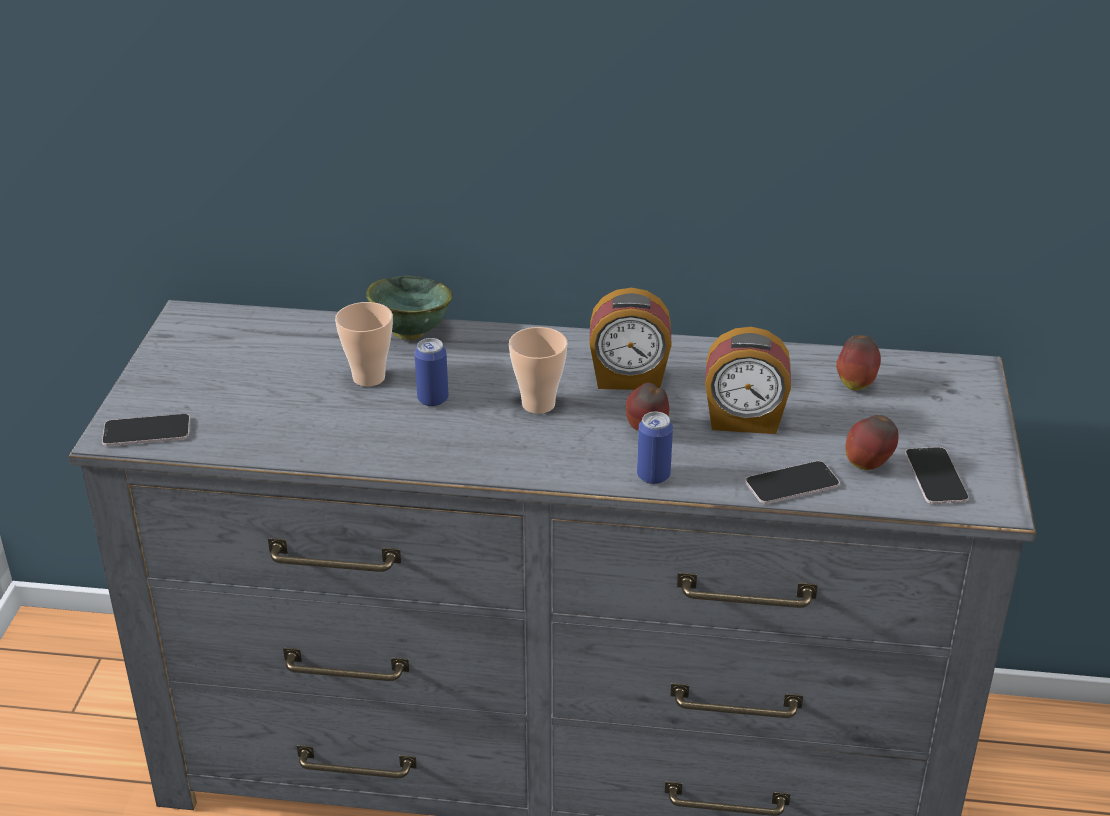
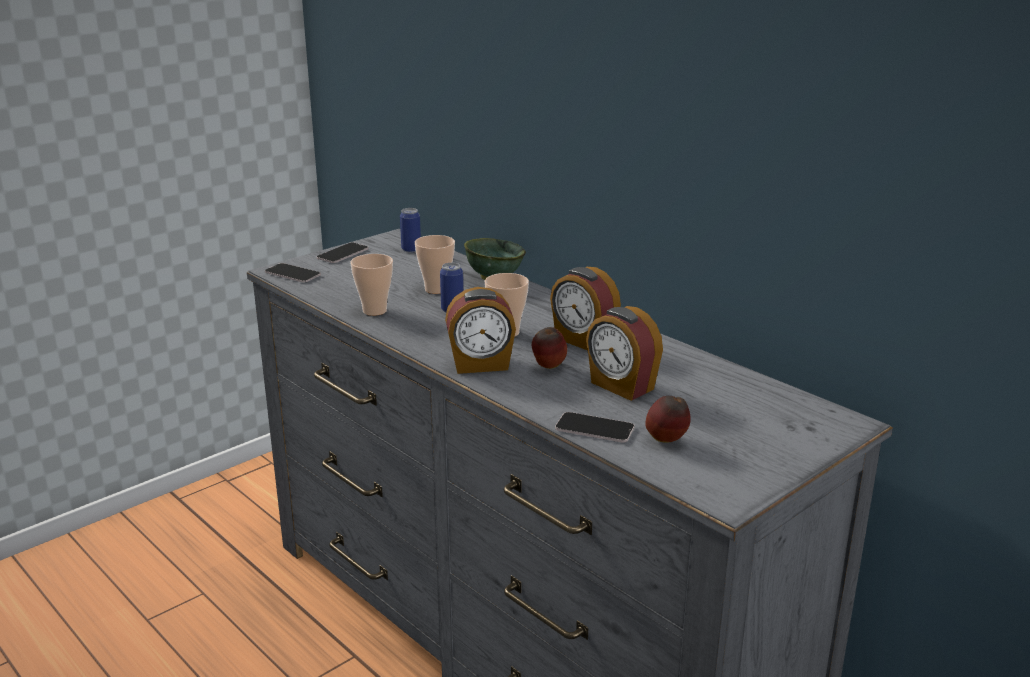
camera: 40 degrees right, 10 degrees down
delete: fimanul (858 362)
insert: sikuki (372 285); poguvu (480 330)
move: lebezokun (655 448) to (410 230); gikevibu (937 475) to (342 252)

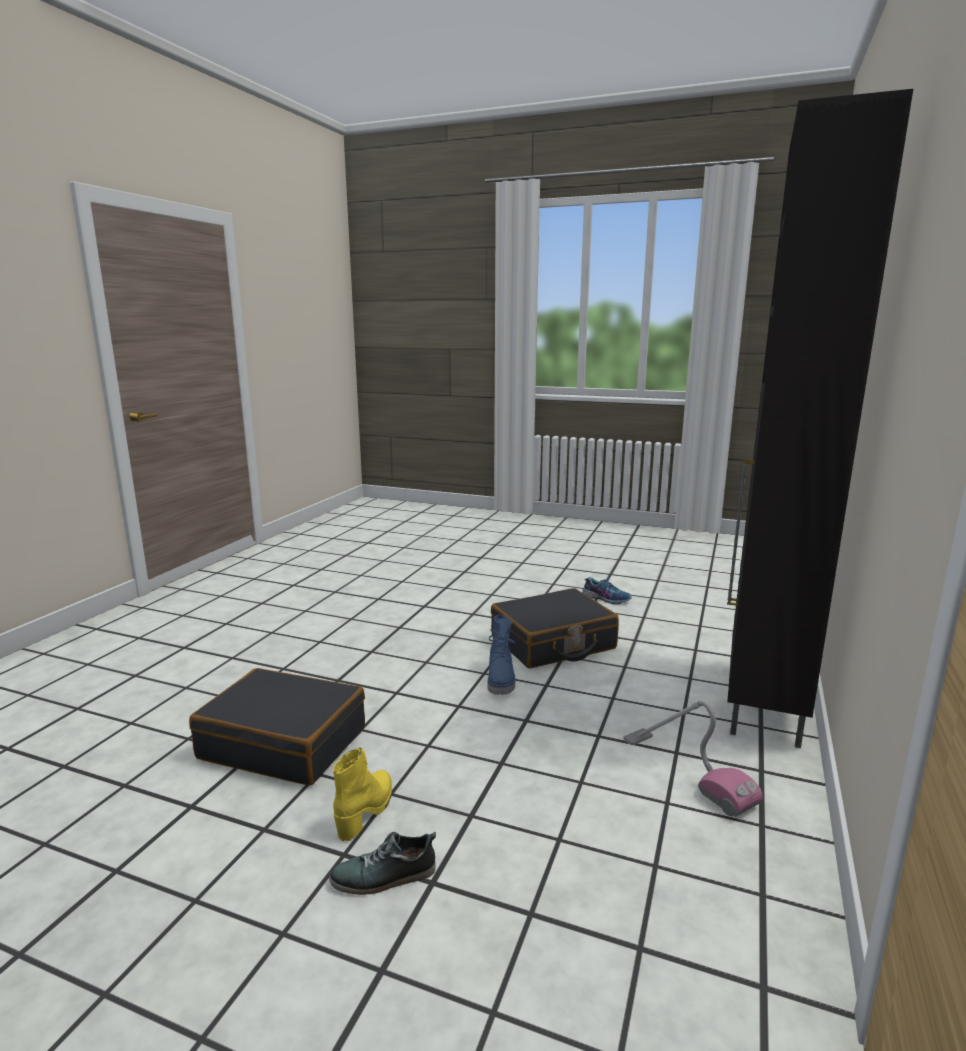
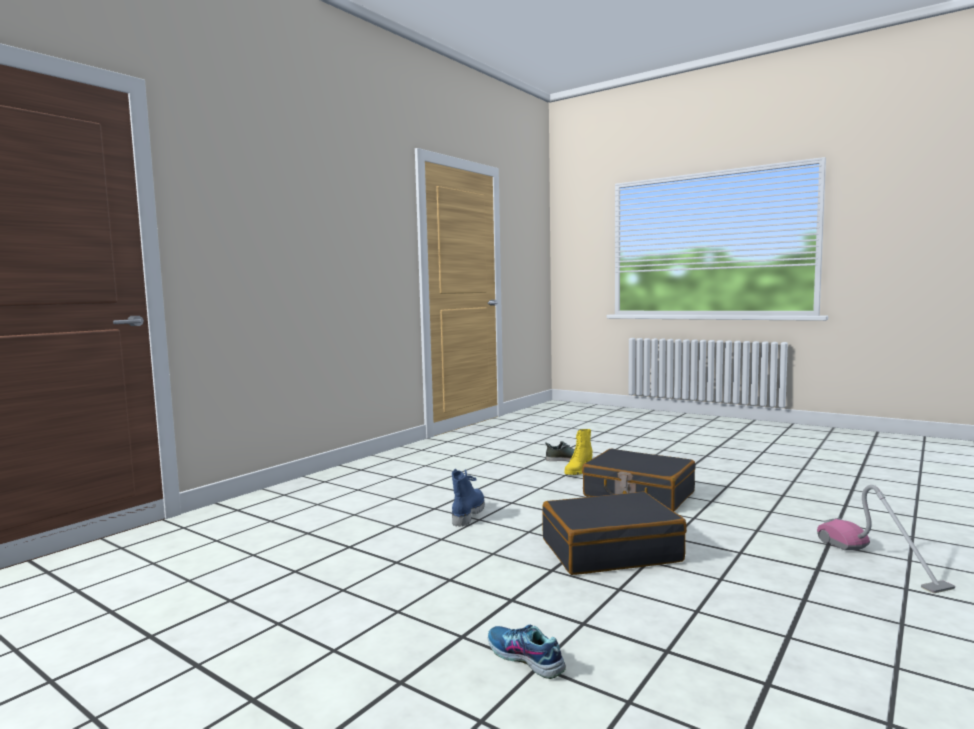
camera: 165 degrees left, 10 degrees down
delete: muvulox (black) (820 418)
move: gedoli (607 590) to (527 652); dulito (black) (555 628) to (614 533); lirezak (693 758) to (886 539)

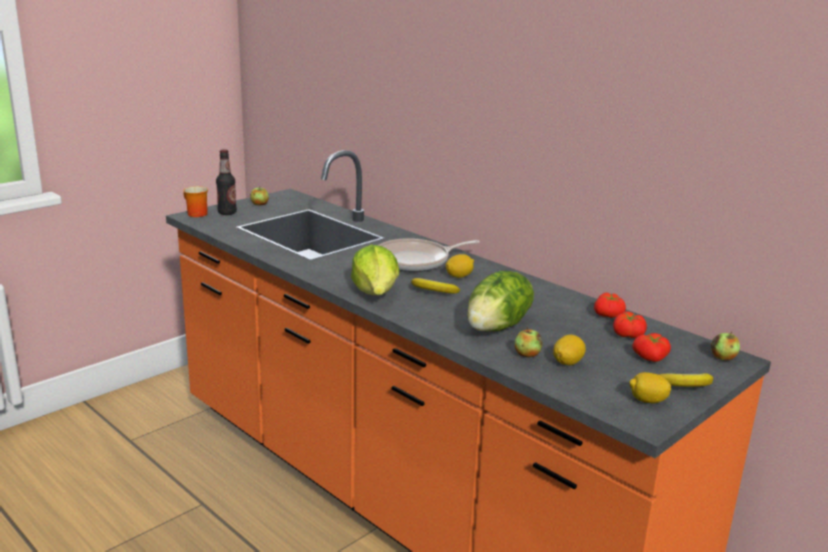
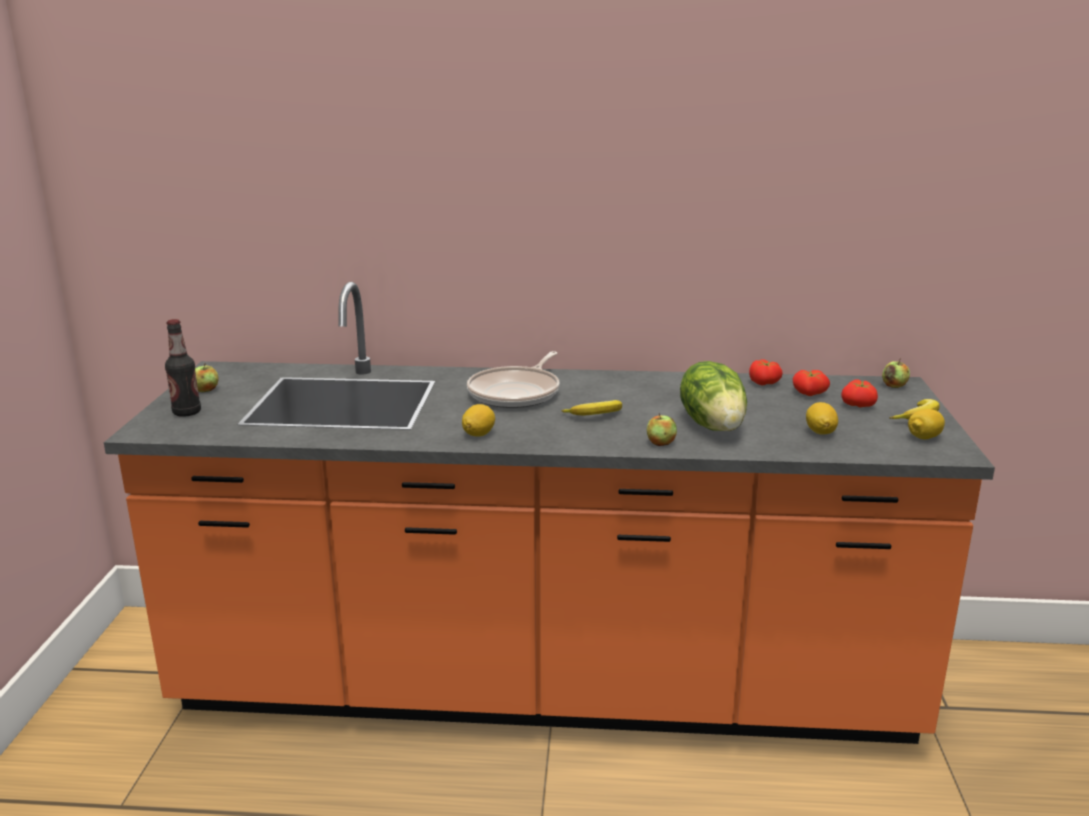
camera: 40 degrees left, 0 degrees up
delete: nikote (195 201); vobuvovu (375 269)
move: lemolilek (460 266) to (478 420); fimanul (529 342) to (662 429)

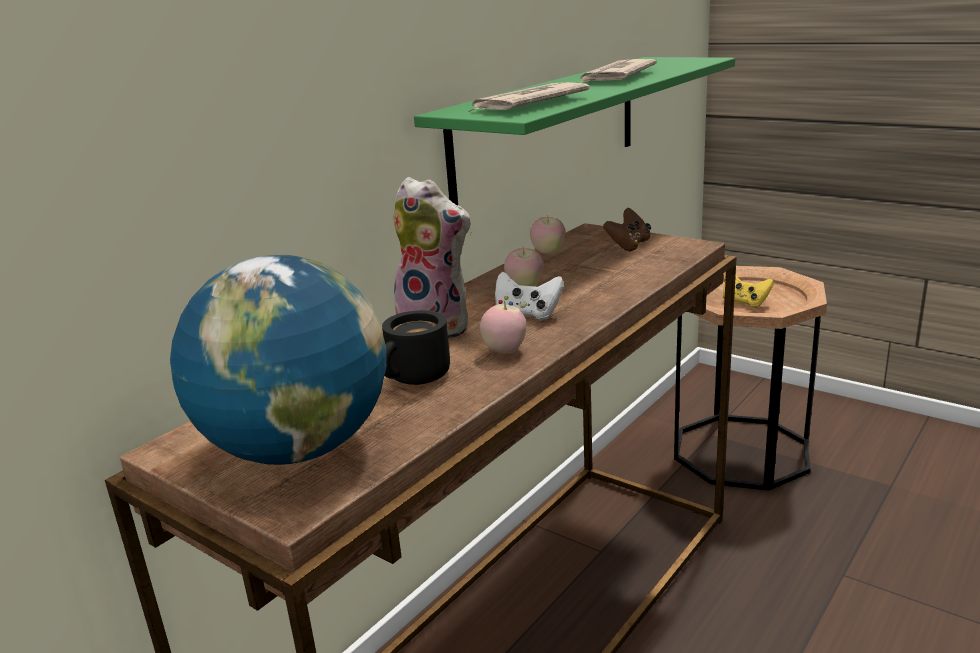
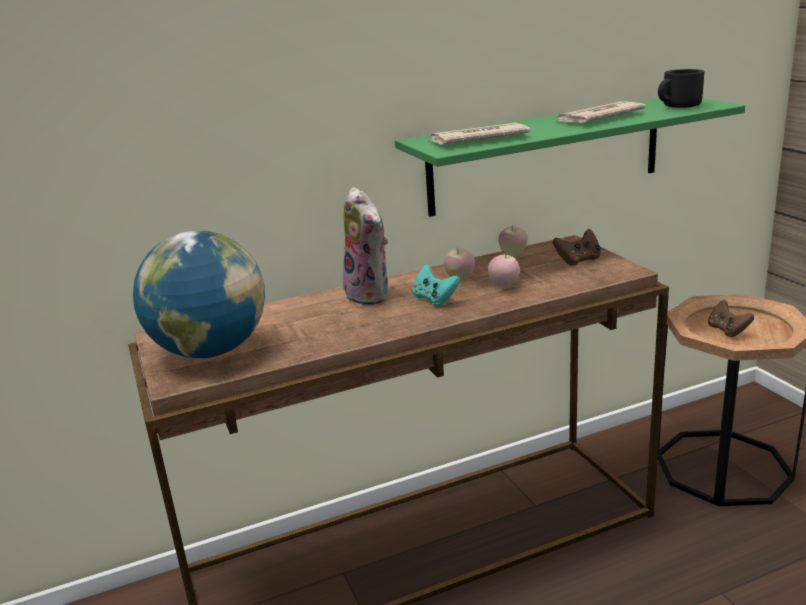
camera: 30 degrees right, 0 degrees up
move: fimanul (503 327) to (504 270); nikote (black) (416 347) to (681 88)
recolor: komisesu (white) (529 296) to komisesu (turquoise) (436 285); komisesu (yellow) (748 291) to komisesu (brown) (731 318)

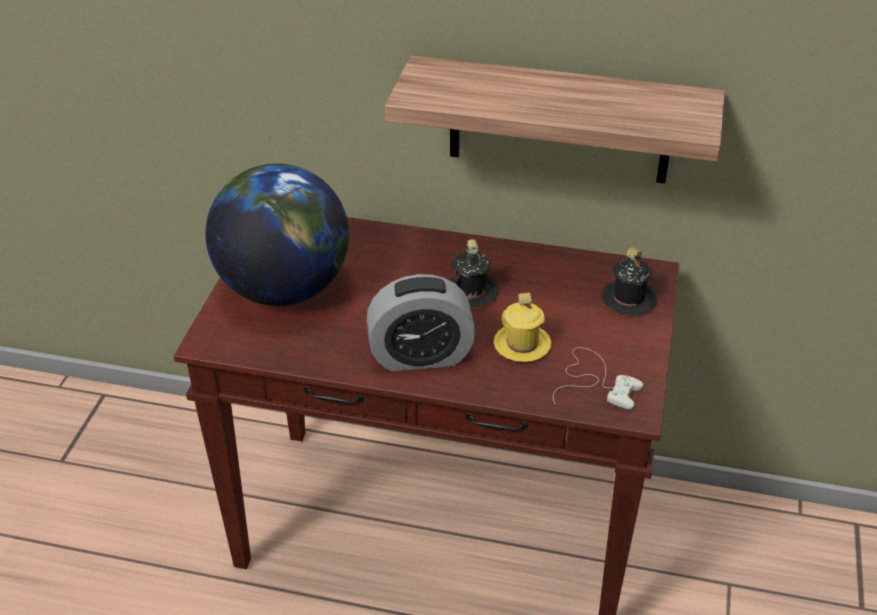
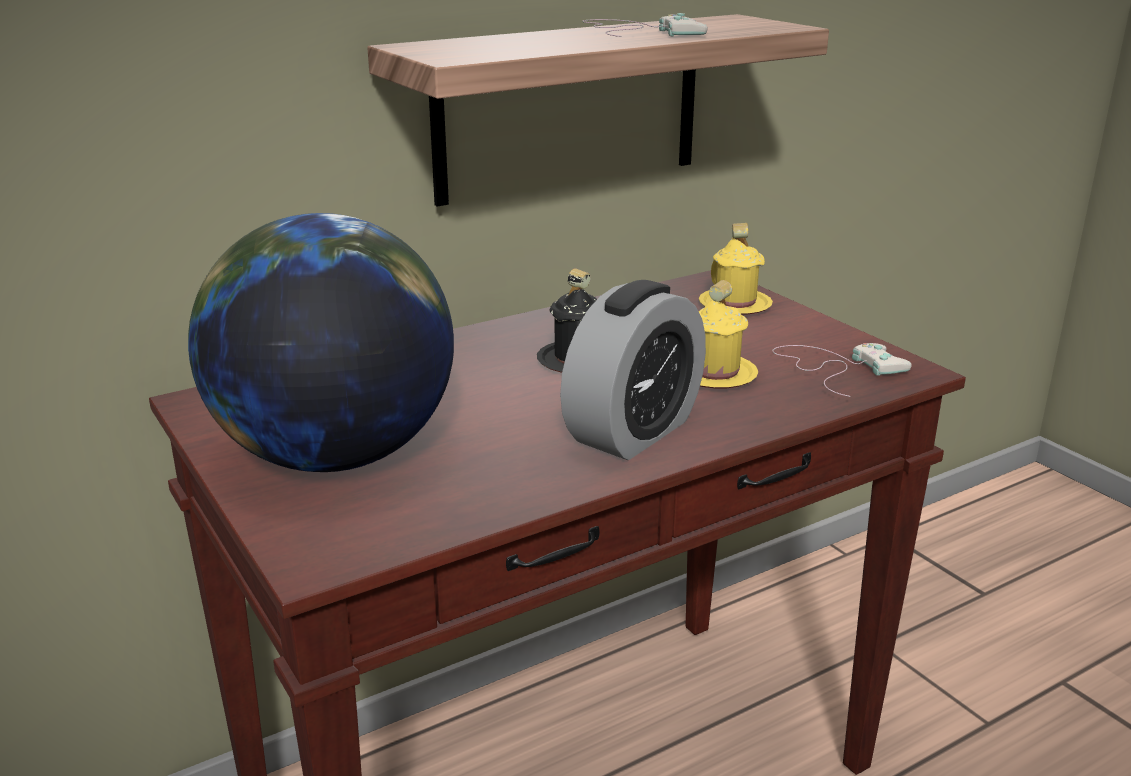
camera: 45 degrees left, 15 degrees down
insert: komisesu (white) (645 25)
recolor: nikote (black) (629 281) to nikote (yellow) (736 269)

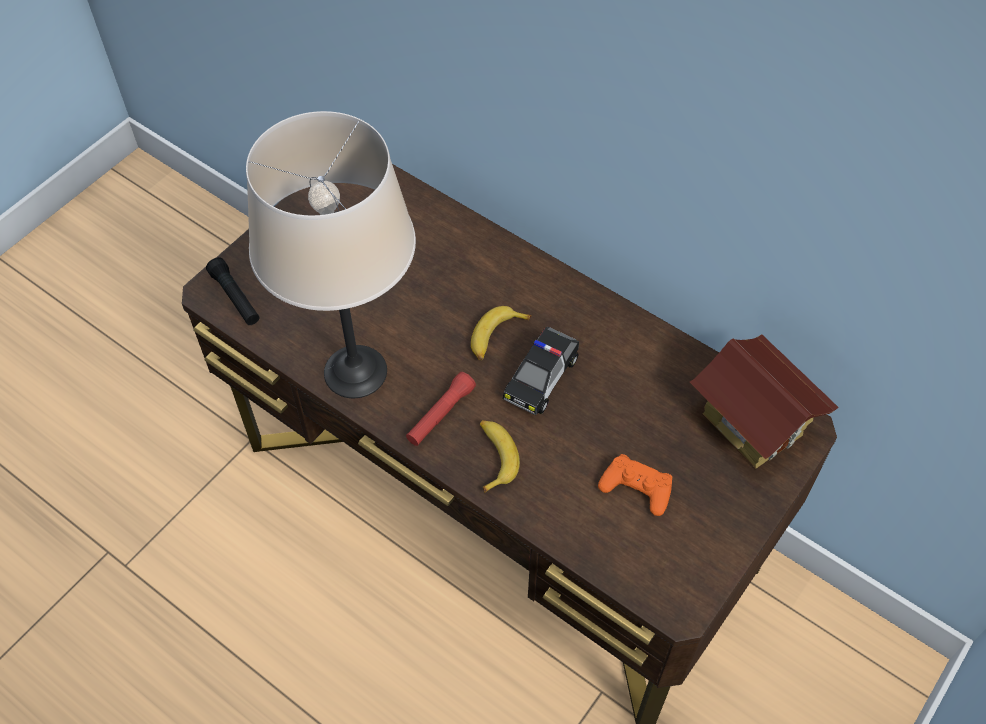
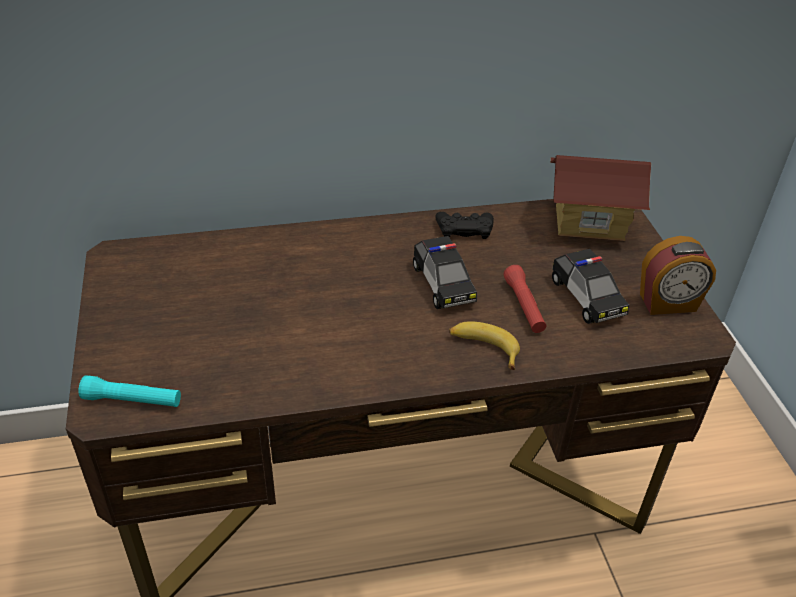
camera: 50 degrees left, 15 degrees down
delete: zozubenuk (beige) (331 254); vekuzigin (501 333)
insert: komisesu (black) (465 225); poguvu (678 275)
move: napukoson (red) (441 409) to (524 299)
replace: komisesu (orange) (635 485) to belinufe (590 286)
recolor: napukoson (black) (233 291) to napukoson (turquoise) (130 391)

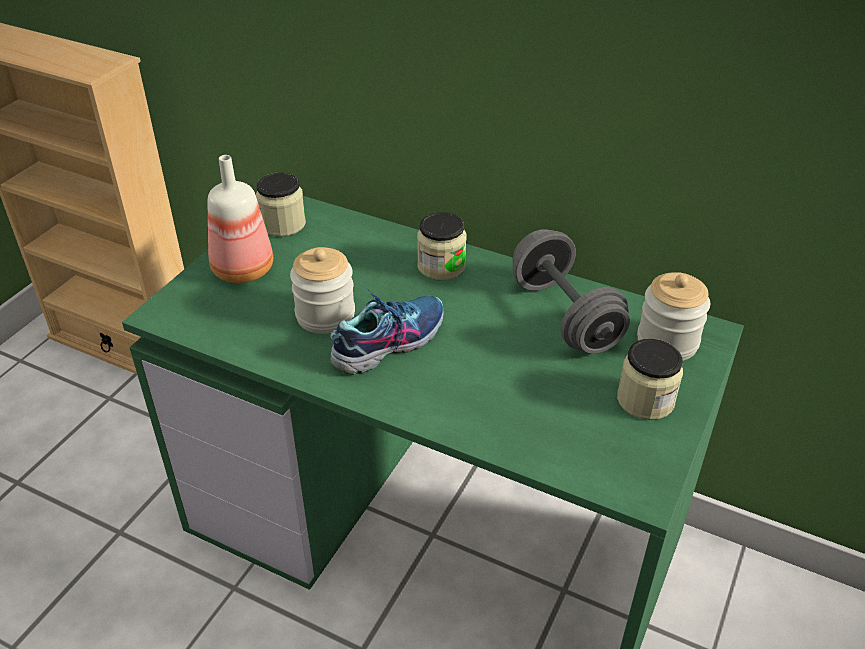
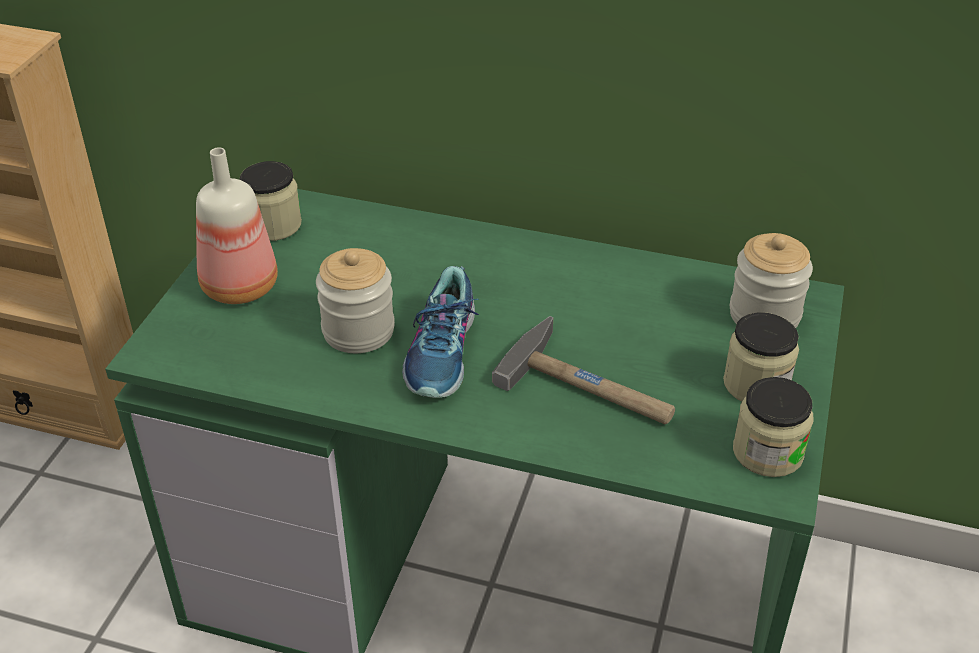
camera: 10 degrees left, 0 degrees up
delete: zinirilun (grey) (571 291)
insert: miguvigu (583 370)
move: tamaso (442 246) to (773 427)
rotate: gedoli (387 330) = (440 332) 150 degrees clockwise

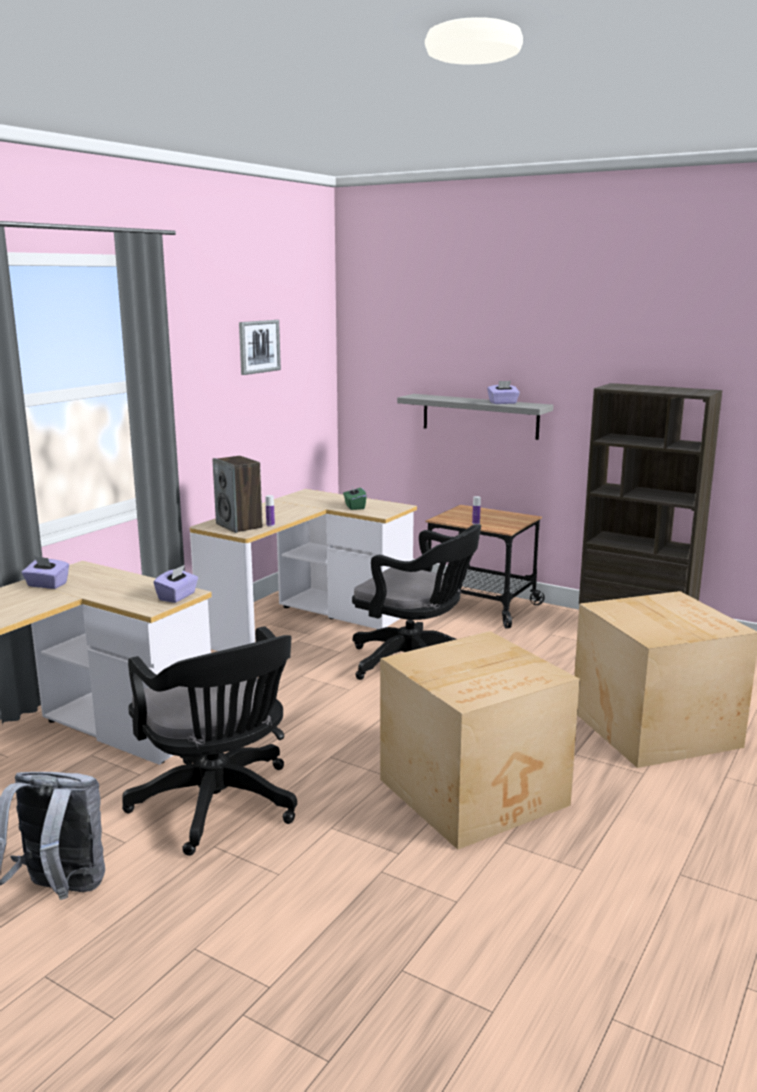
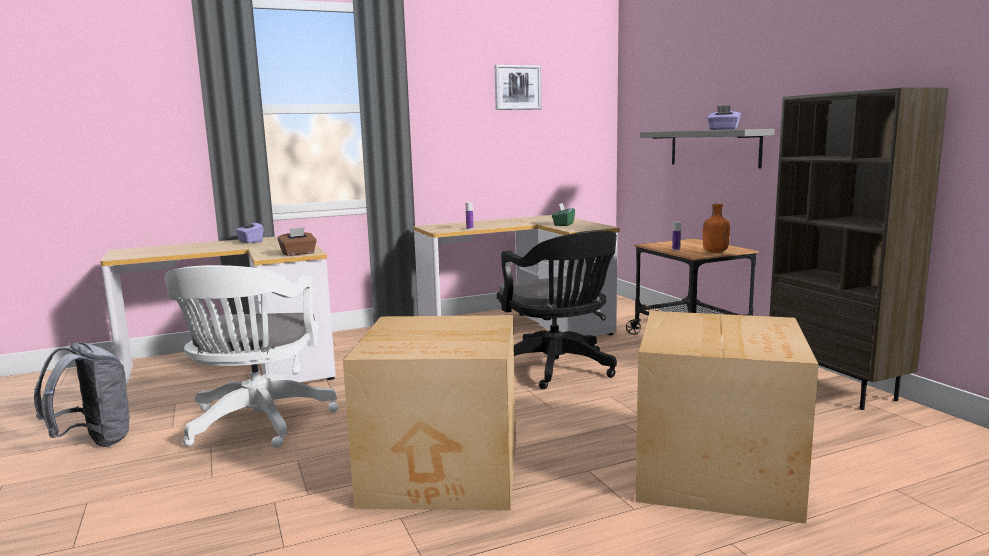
camera: 35 degrees right, 5 degrees down
delete: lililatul (238 494)
insert: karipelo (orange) (716 228)
recolor: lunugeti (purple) (176 584) to lunugeti (brown) (297 241); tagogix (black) (209 741) to tagogix (white) (251 356)

